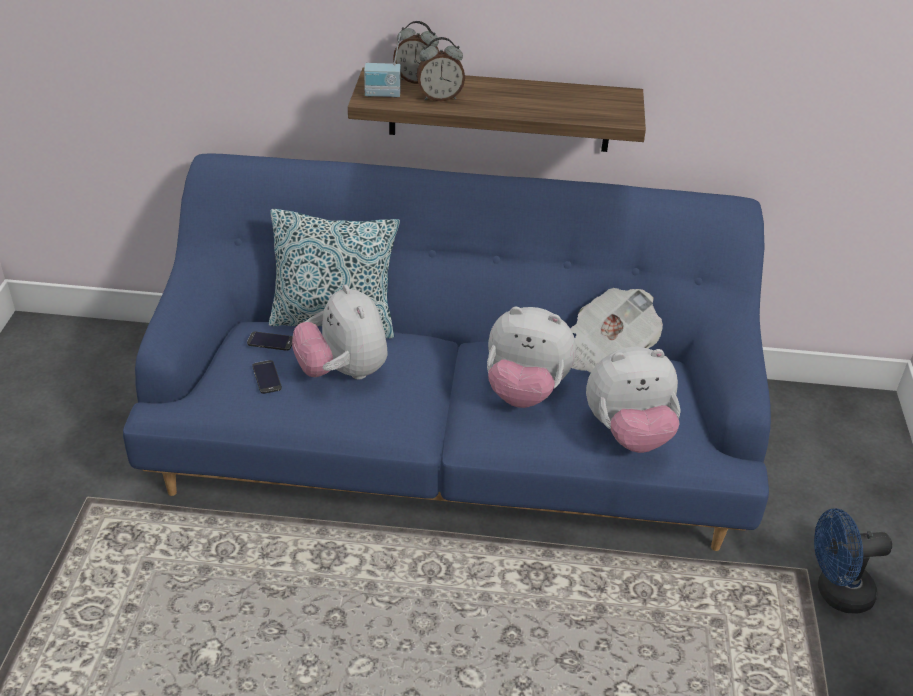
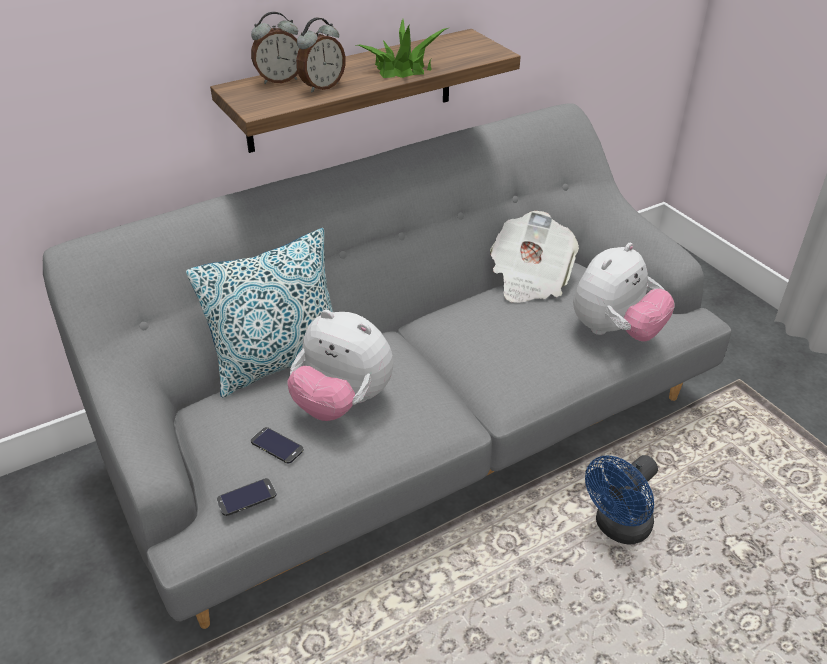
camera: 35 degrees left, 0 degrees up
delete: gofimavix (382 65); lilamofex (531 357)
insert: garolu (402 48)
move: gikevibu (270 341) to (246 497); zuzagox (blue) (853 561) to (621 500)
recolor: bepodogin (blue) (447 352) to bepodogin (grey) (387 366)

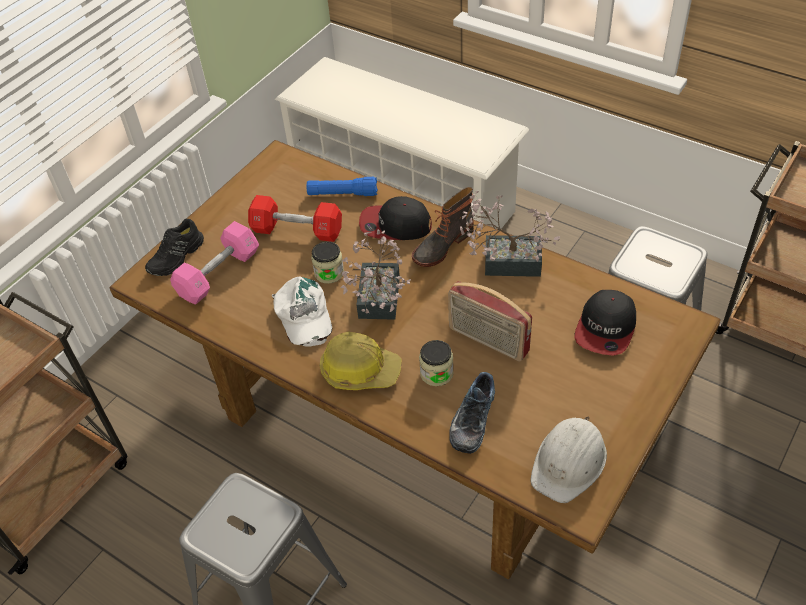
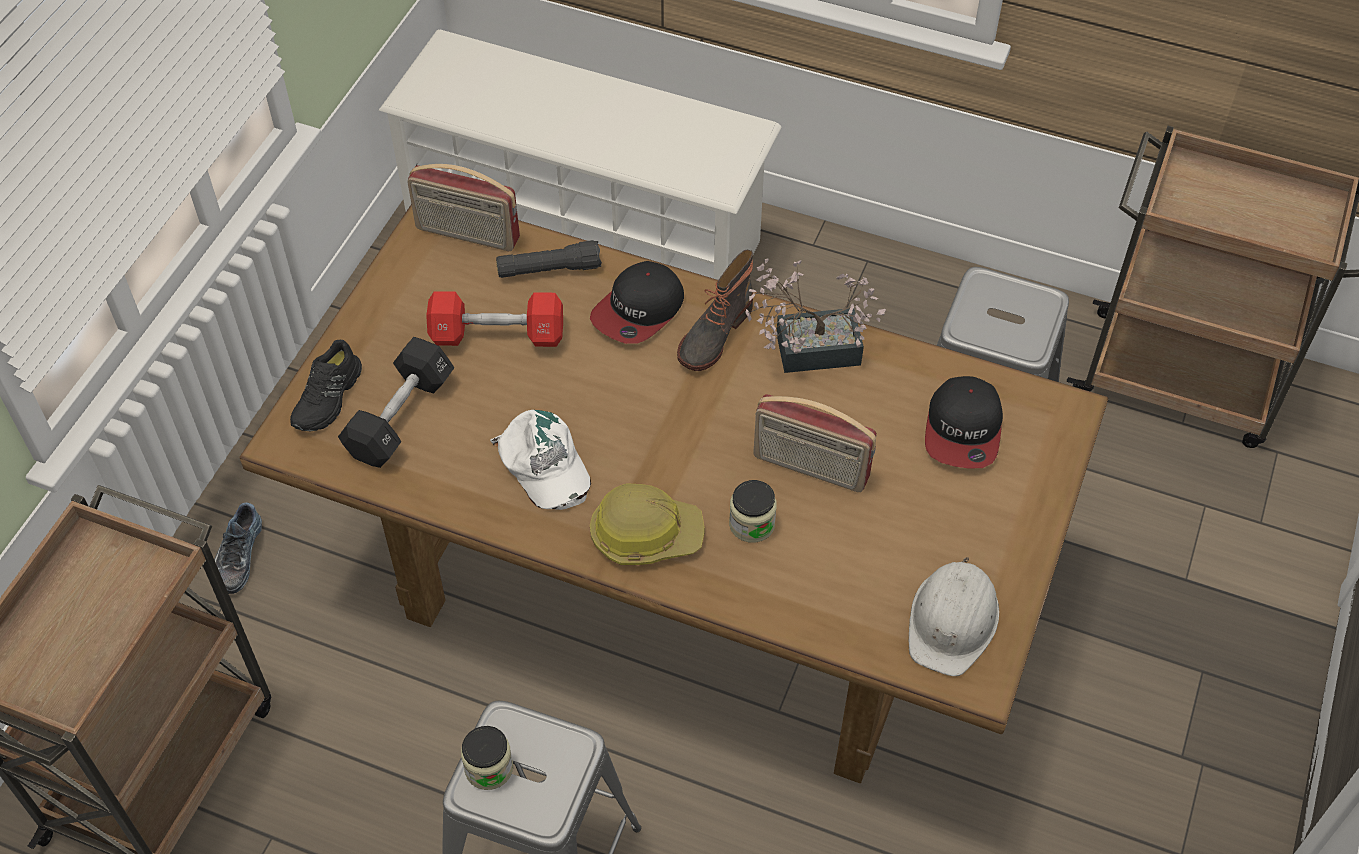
camera: 15 degrees left, 5 degrees up
delete: garolu (376 274)
insert: gofimavix (463 207)
move: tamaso (327 262) to (487 758); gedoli (472 413) to (238 548)
recolor: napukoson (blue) (342 186) to napukoson (black) (549 259); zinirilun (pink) (214 263) to zinirilun (black) (396 402)
rotate: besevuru (395 218) = (637 302) 45 degrees counterclockwise

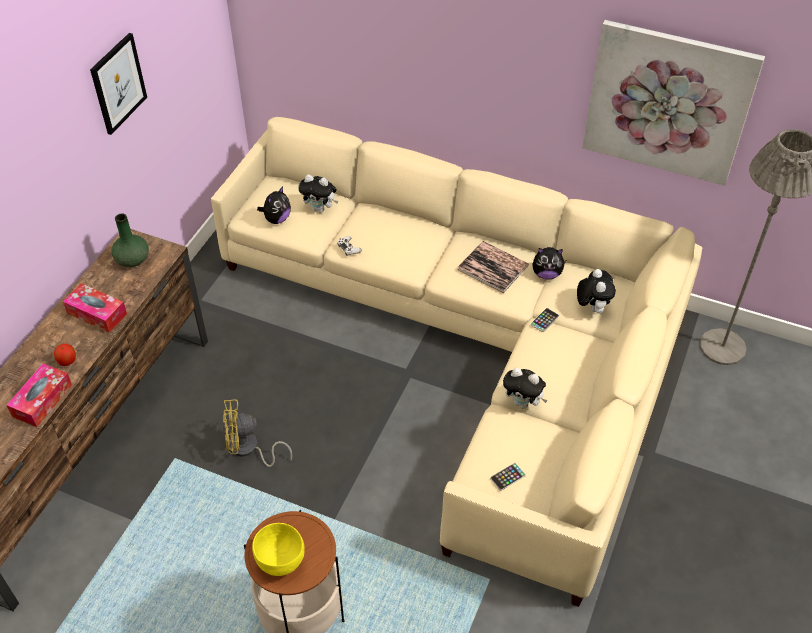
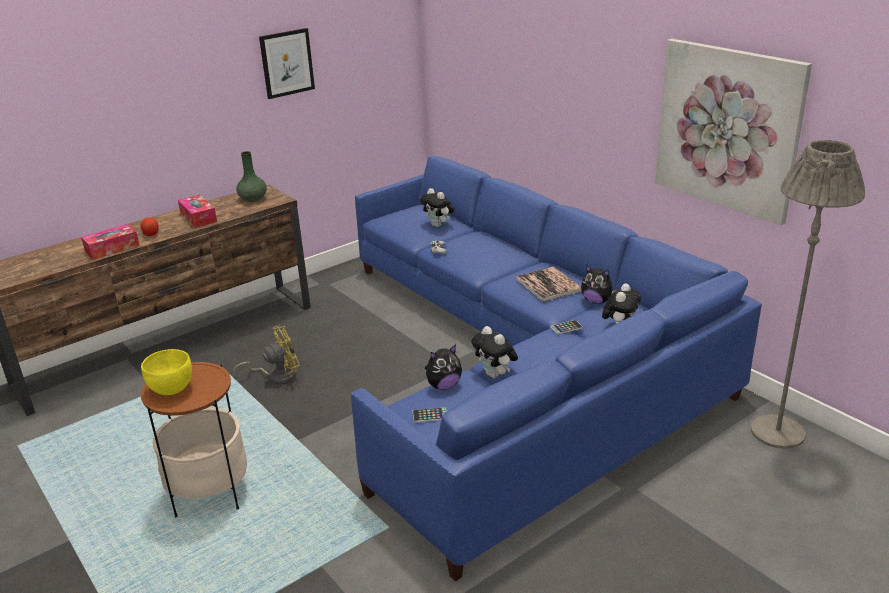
camera: 30 degrees right, 20 degrees down
move: lilamofex (274 205) to (443 367)
recolor: bepodogin (beige) (456 362) to bepodogin (blue) (556 368)
rotate: zuzagox (yellow) (257 433) = (266 355) 135 degrees clockwise

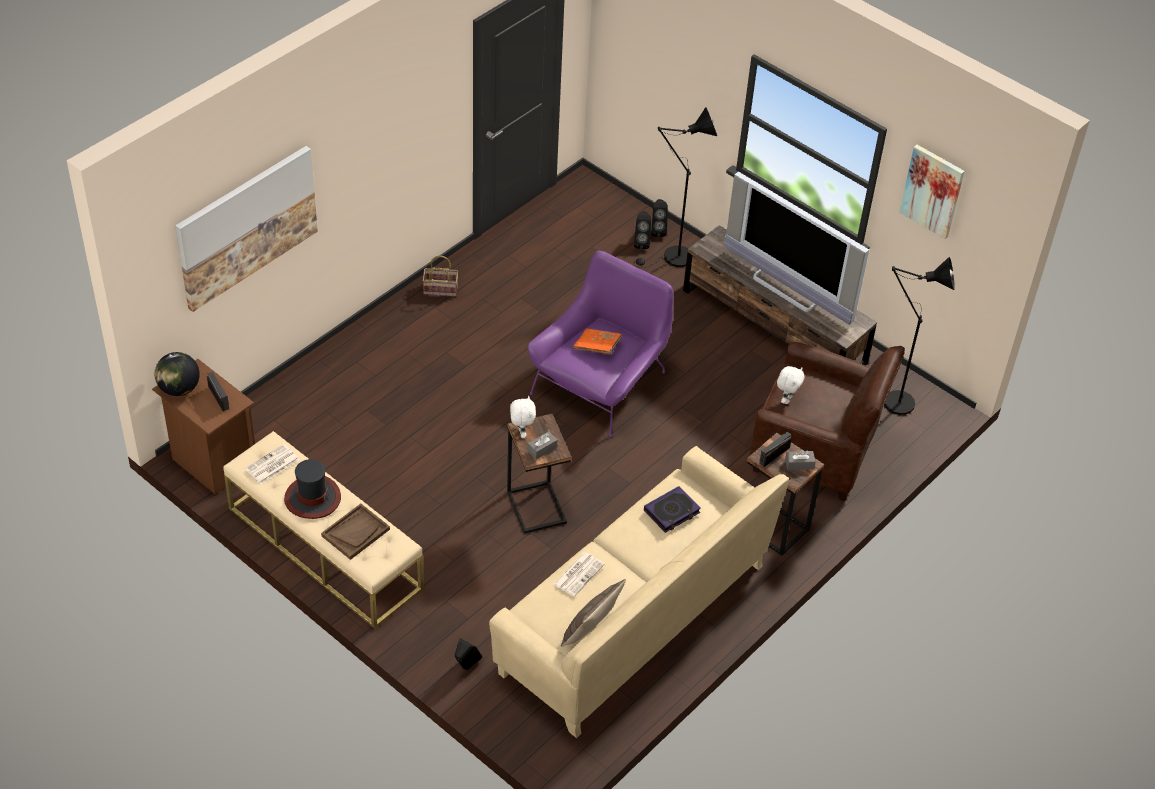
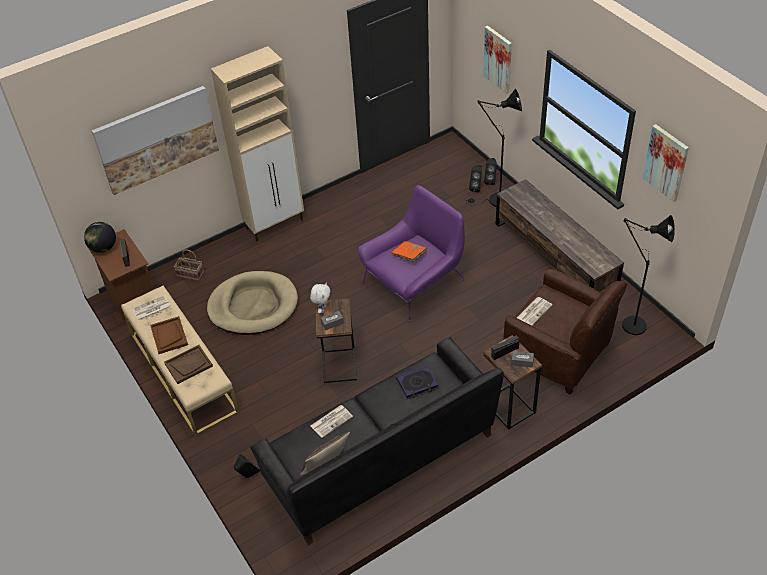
camera: 20 degrees right, 0 degrees up
delete: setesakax (796 248)
insert: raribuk (497 60); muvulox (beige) (257 143); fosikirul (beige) (252 303)
move: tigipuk (440 276) to (189 265)
replace: lilamofex (white) (790 385) to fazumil (535 311); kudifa (312 489) to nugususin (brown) (169 335)
recolor: bepodogin (beige) (639 592) to bepodogin (black) (377 441)

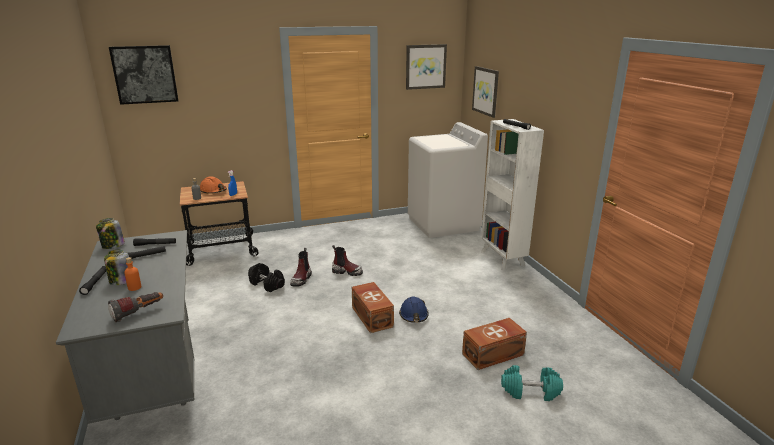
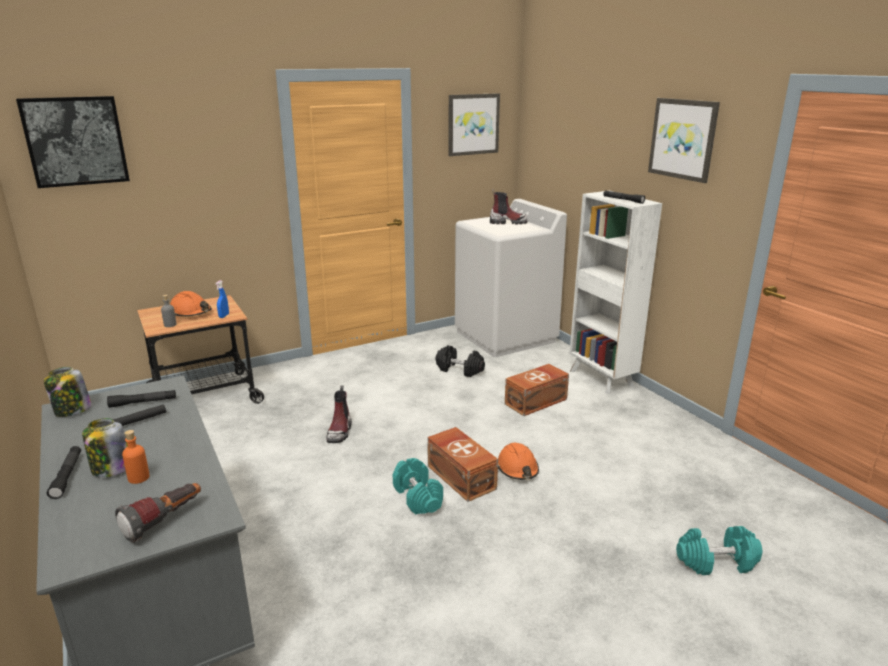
camera: 10 degrees left, 0 degrees up
insert: zinirilun (turquoise) (418 486)
move: raribuk (485 92) to (684 140); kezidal (347 260) to (508 206); zinirilun (black) (266 277) to (460 361); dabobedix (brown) (494 344) to (537 390)
recolor: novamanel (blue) (414 310) to novamanel (orange) (518 461)

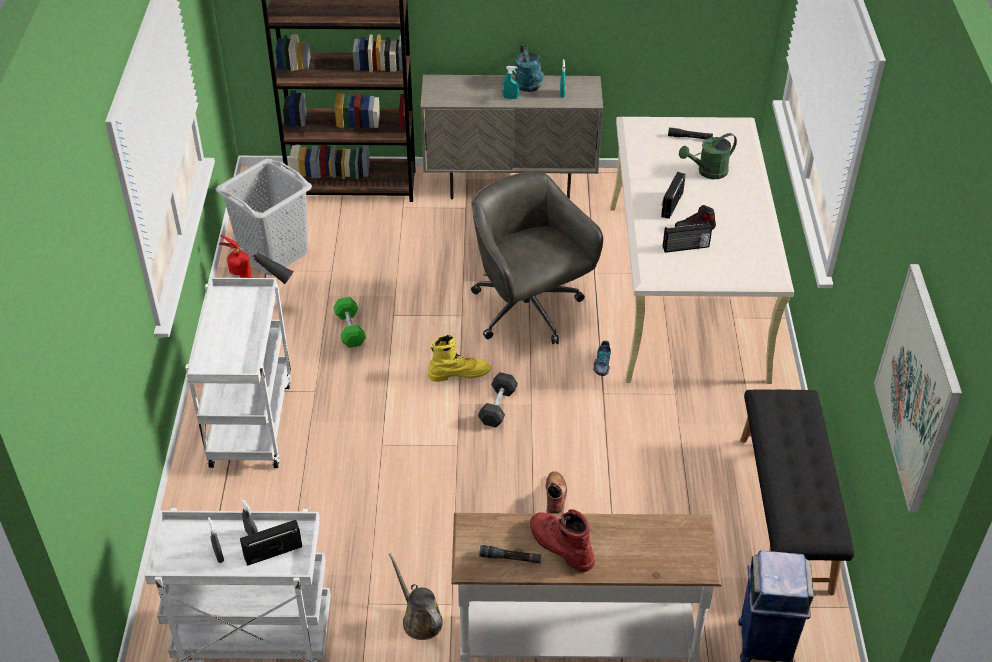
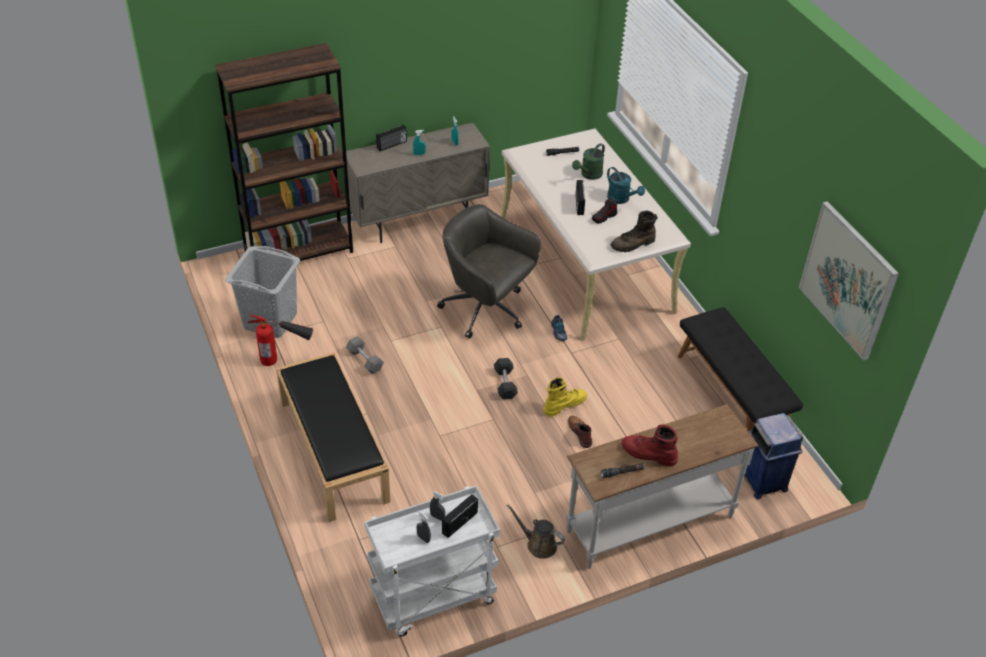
camera: 25 degrees left, 0 degrees up
insert: kezidal (brown) (634 231)
move: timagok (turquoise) (529 68) to (626 185); gofimavix (687 237) to (391 138); kezidal (yellow) (459 358) to (565 397)
replace: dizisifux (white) (238 373) to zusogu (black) (333 437)
recolor: zinirilun (green) (349 322) to zinirilun (grey) (365 355)

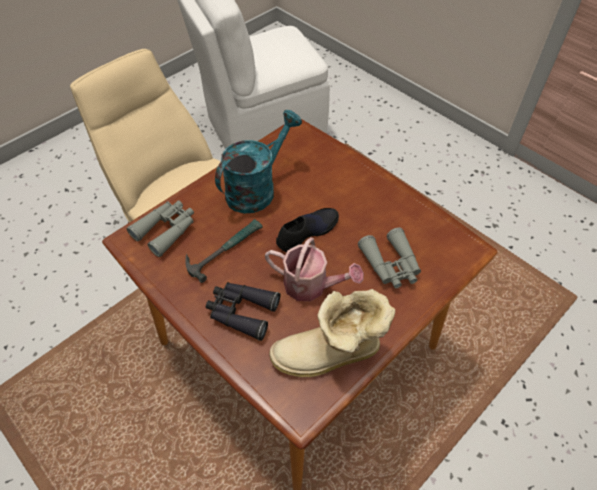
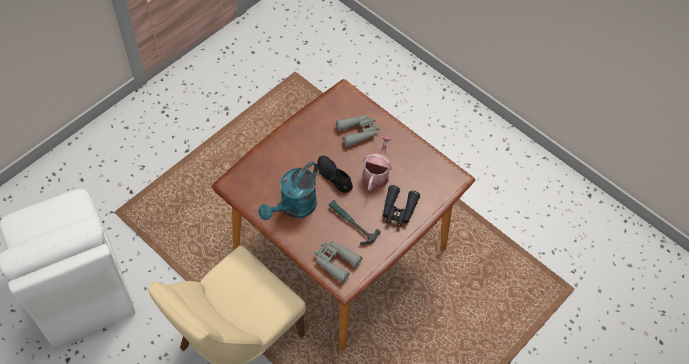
camera: 95 degrees left, 5 degrees up
delete: kezidal (332 333)
rotate: timagok (turquoise) (258 162) = (288 190) 90 degrees counterclockwise

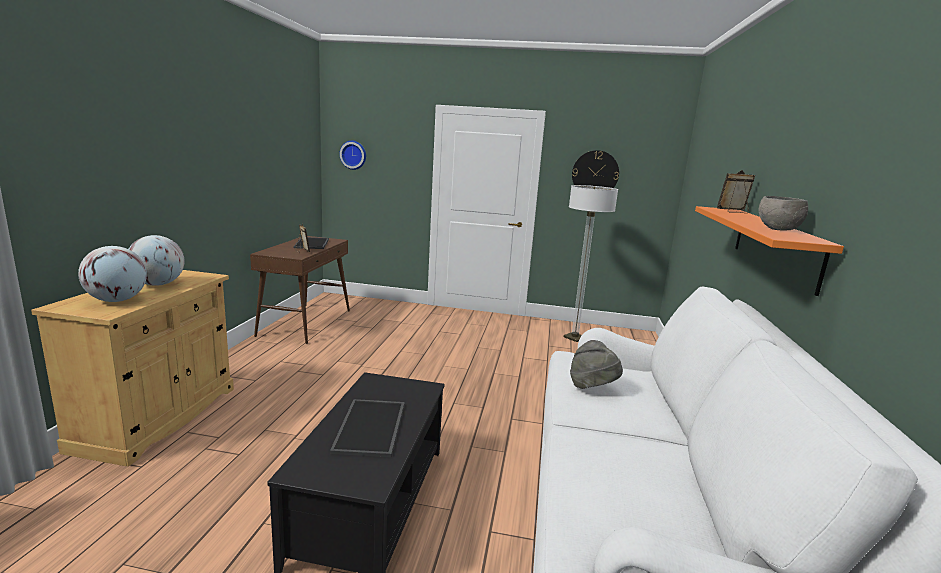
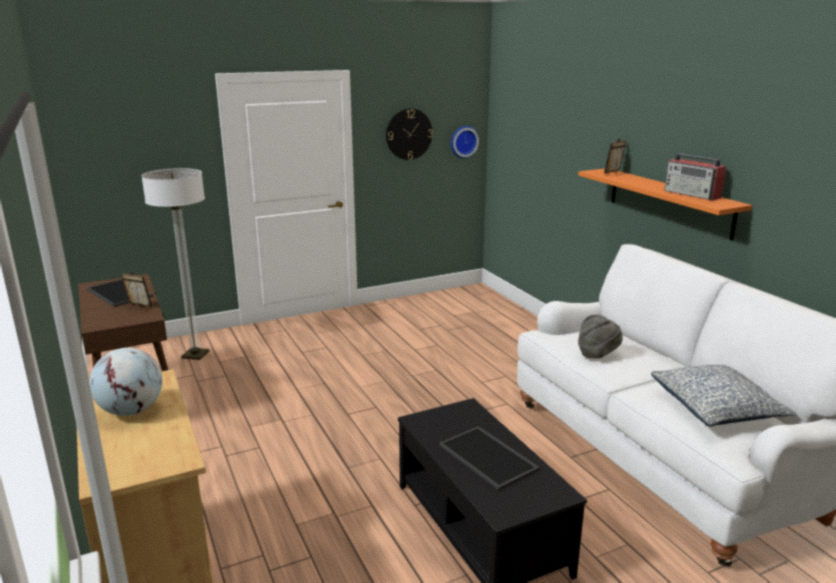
camera: 35 degrees left, 5 degrees up
delete: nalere (112 274)
insert: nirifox (723 396)
move: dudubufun (352 155) to (465 142); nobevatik (590 263) to (175 264)
replace: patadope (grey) (783 213) to gofimavix (695 177)

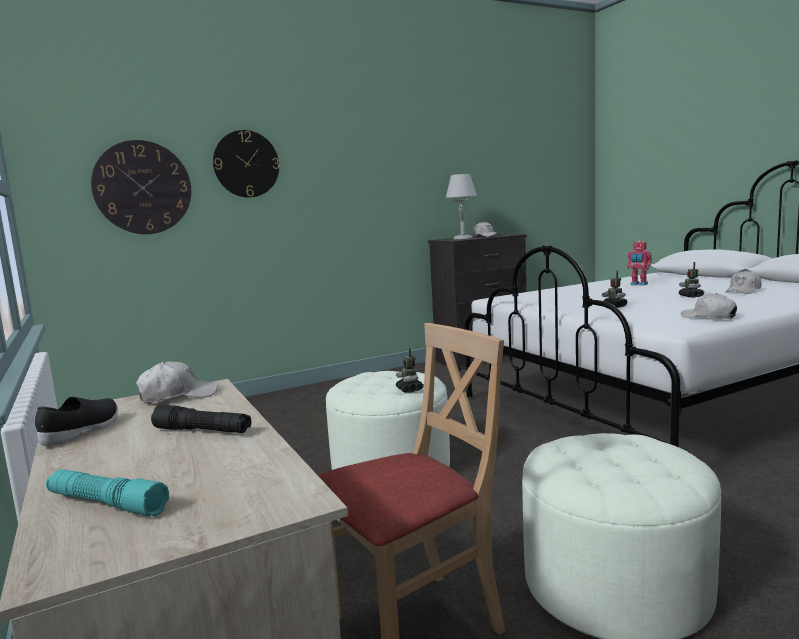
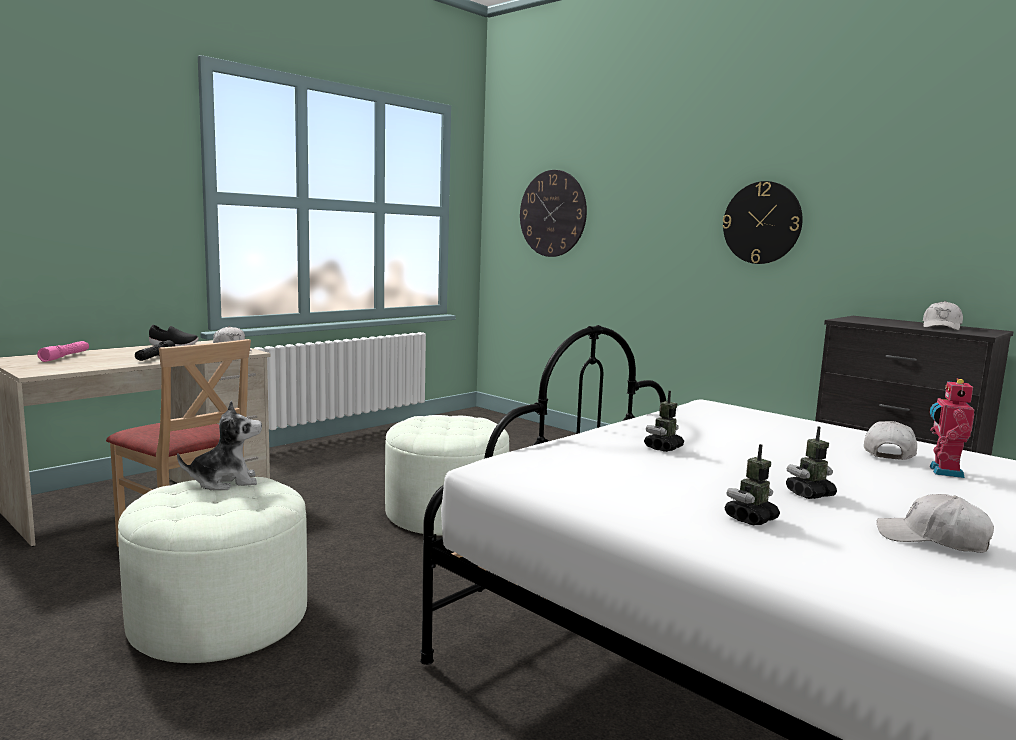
camera: 70 degrees right, 0 degrees up
delete: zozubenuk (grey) (461 206)
insert: lilamofex (219 445)
move: dudubufun (246 164) to (762 222); besevuru (white) (709 306) to (890 440); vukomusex (410 370) to (752 484)
recolor: napukoson (turquoise) (107 492) to napukoson (pink) (63 351)

